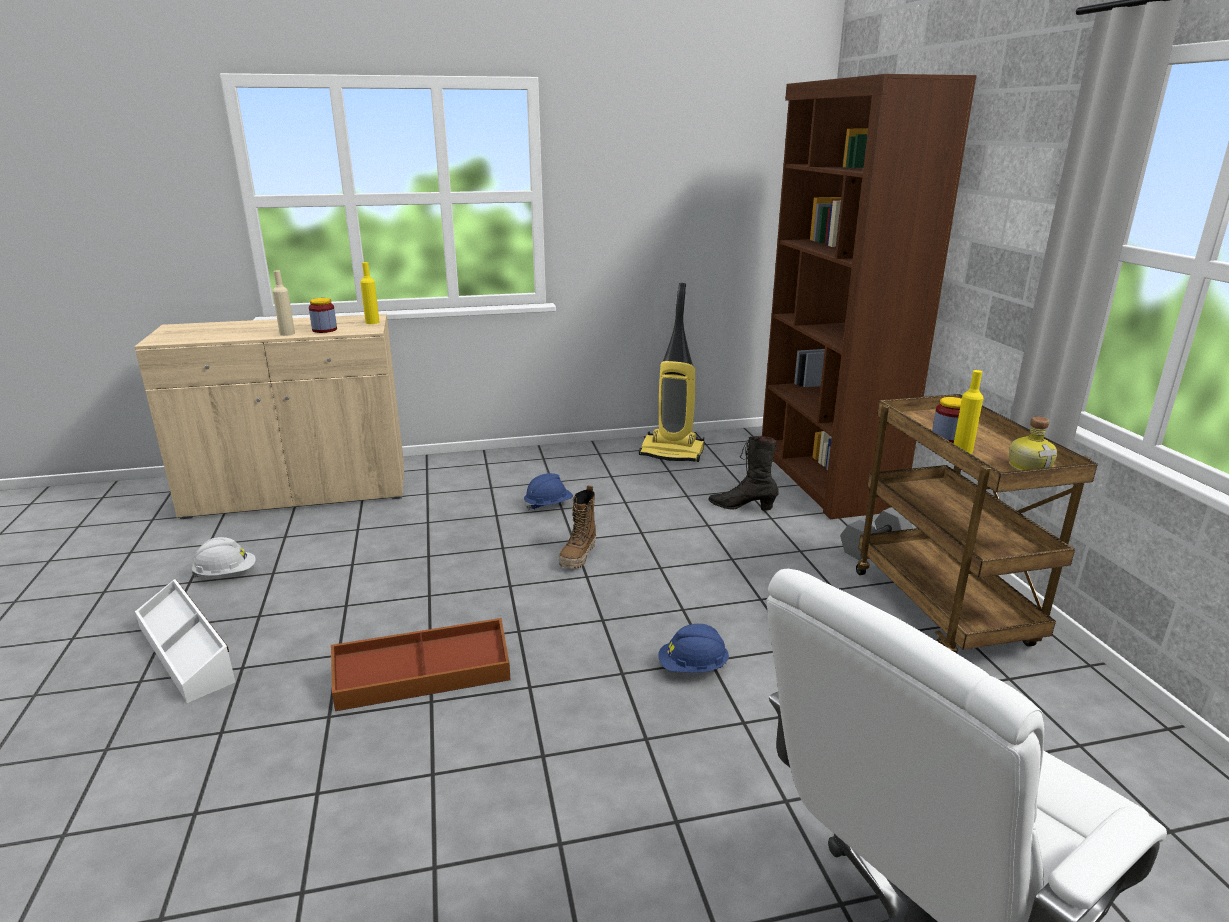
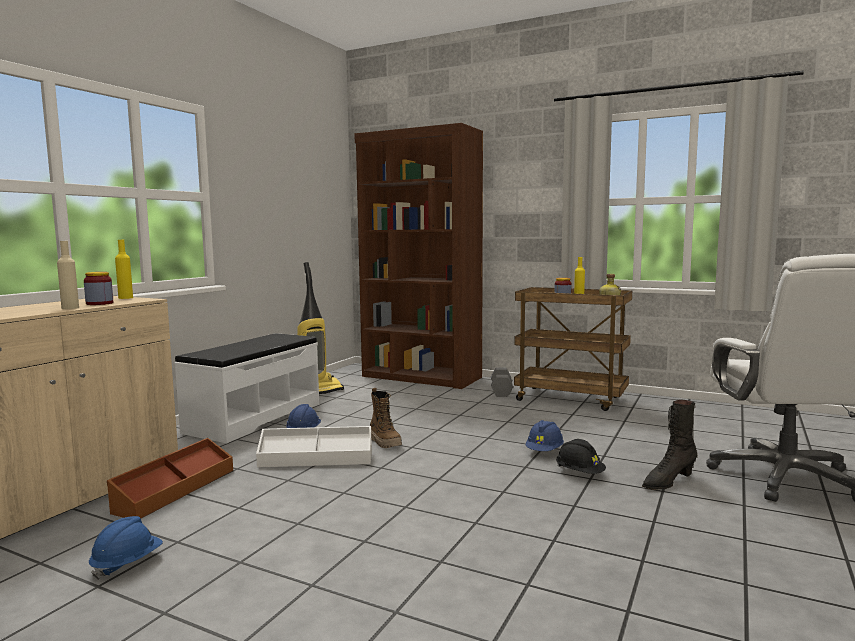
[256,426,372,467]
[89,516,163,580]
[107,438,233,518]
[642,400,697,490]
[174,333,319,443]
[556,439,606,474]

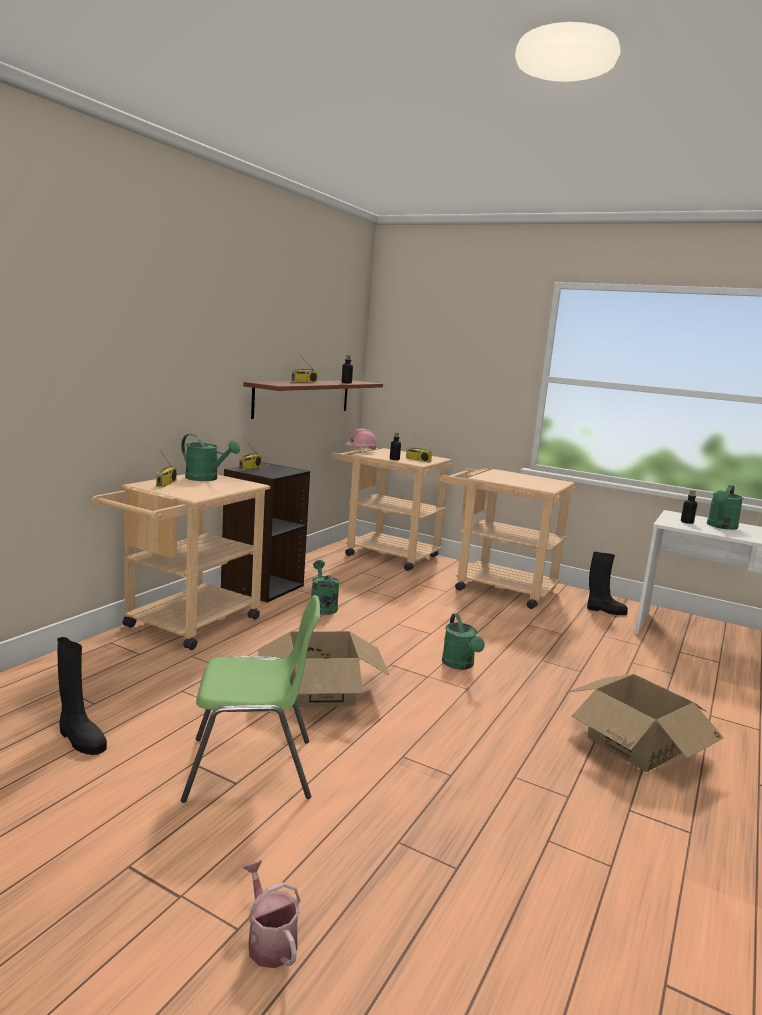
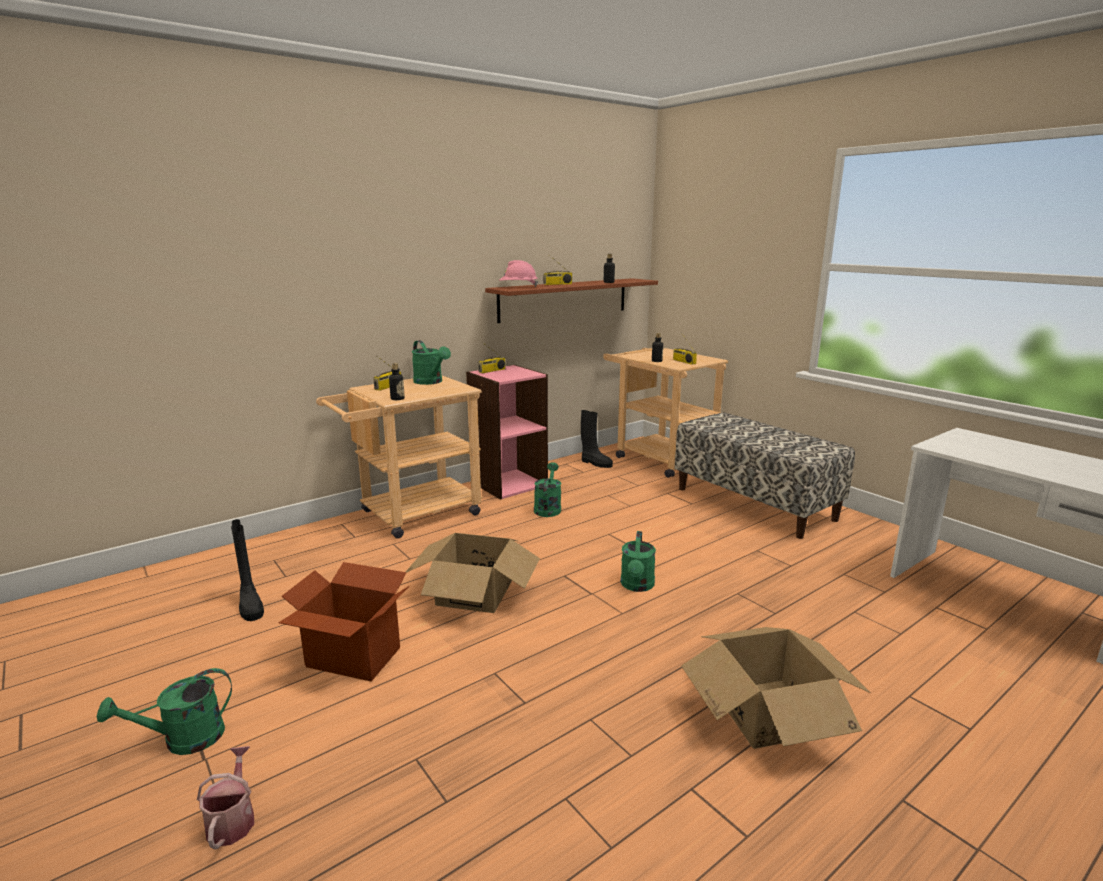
[279,562,409,682]
[466,365,548,500]
[499,260,538,287]
[675,412,855,539]
[581,410,613,468]
[389,363,405,400]
[97,668,232,755]

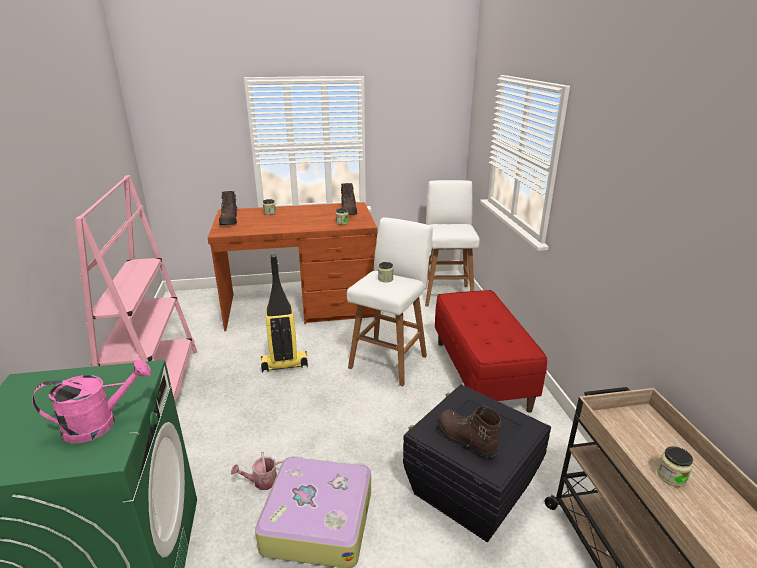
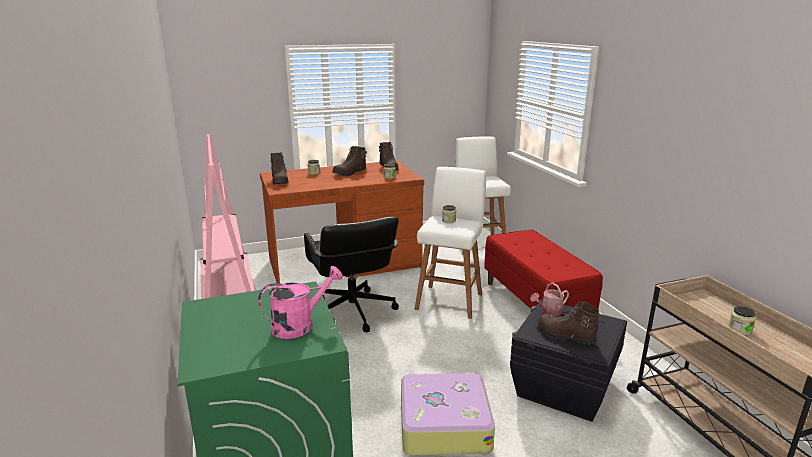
[530,283,569,316]
[304,217,399,332]
[332,146,367,176]

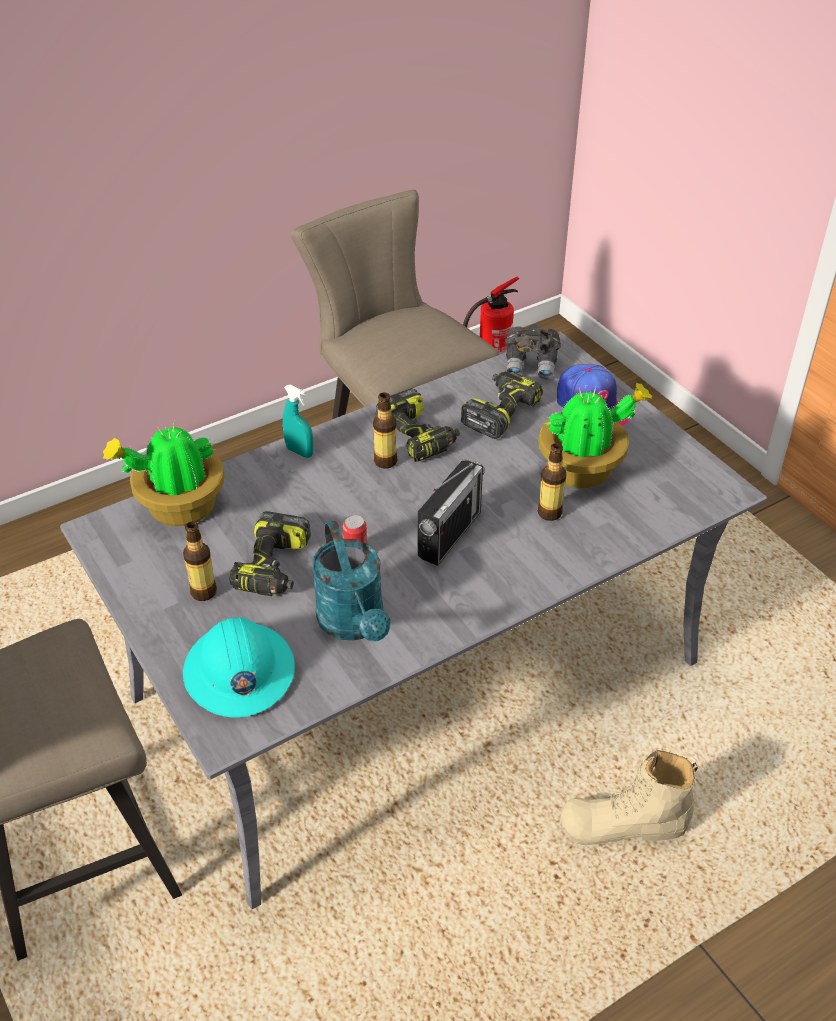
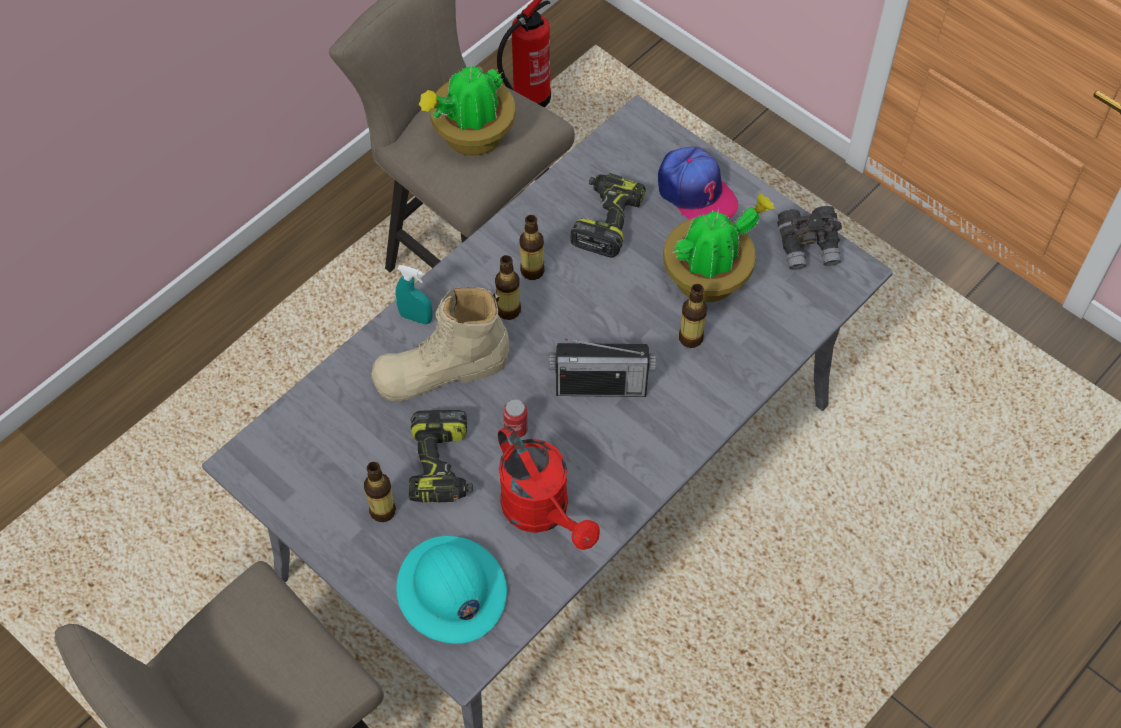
[419,64,516,156]
[498,426,600,550]
[519,215,545,280]
[549,339,656,397]
[777,206,842,270]
[371,287,509,402]

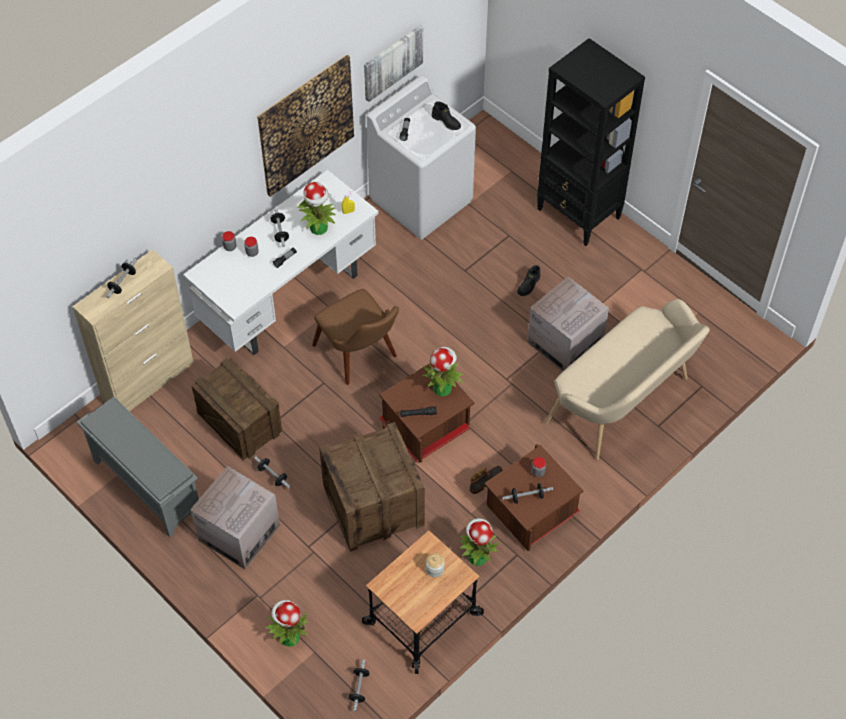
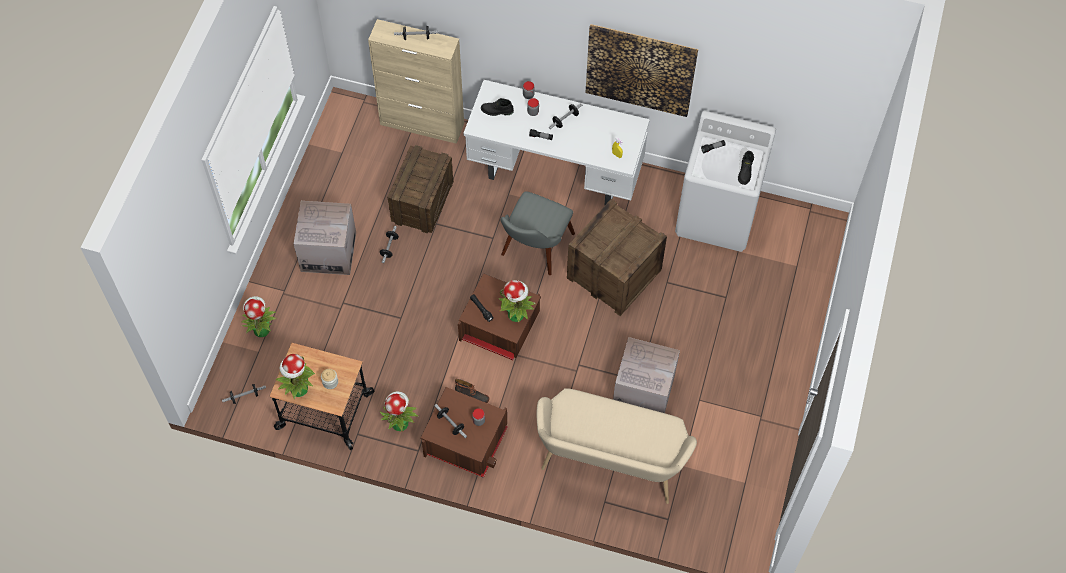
[77,396,199,537] (first image)
[276,354,315,399]
[500,191,575,275]
[567,198,667,316]
[364,26,423,102] (first image)
[481,98,514,116]
[537,38,645,246] (first image)

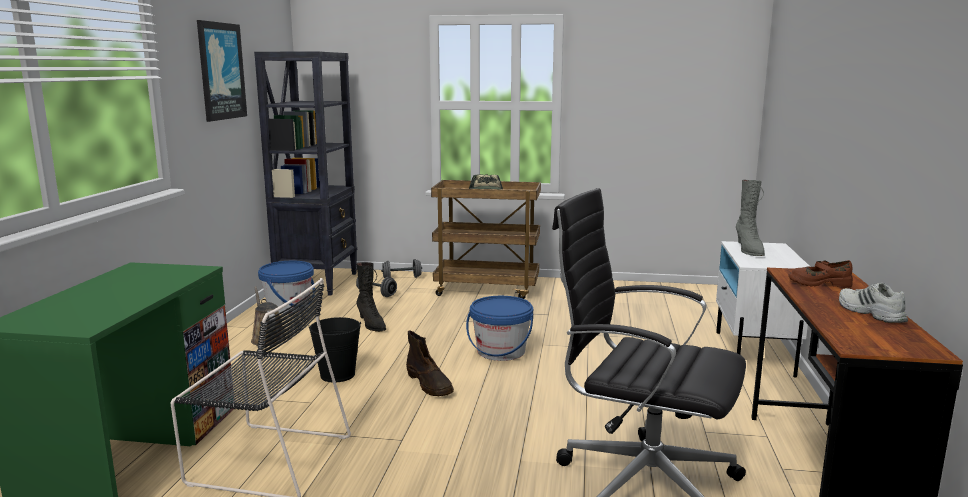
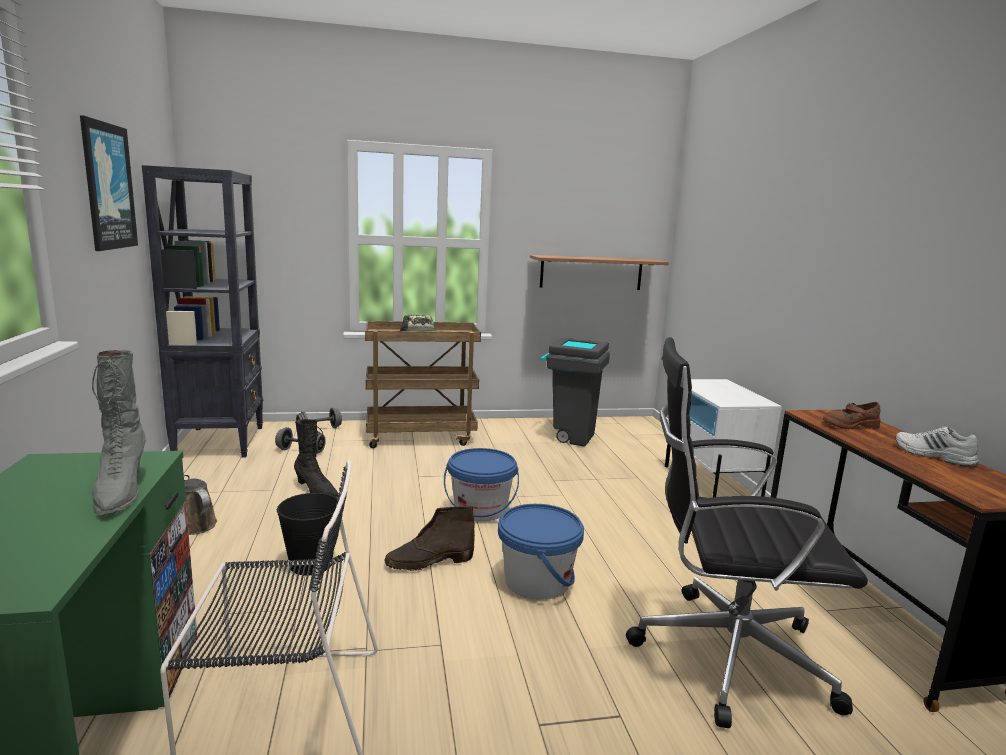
[498,504,584,600]
[384,506,475,571]
[92,350,146,516]
[530,255,669,290]
[540,338,610,446]

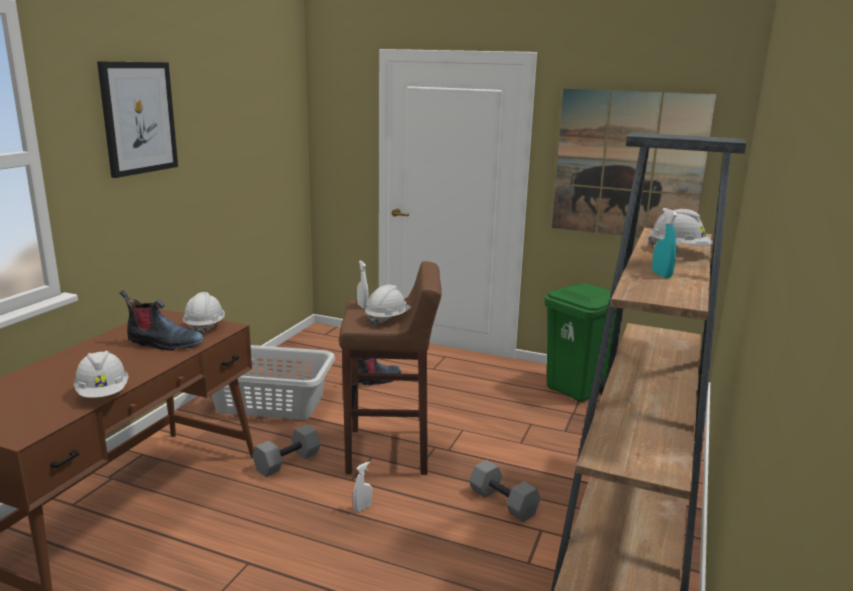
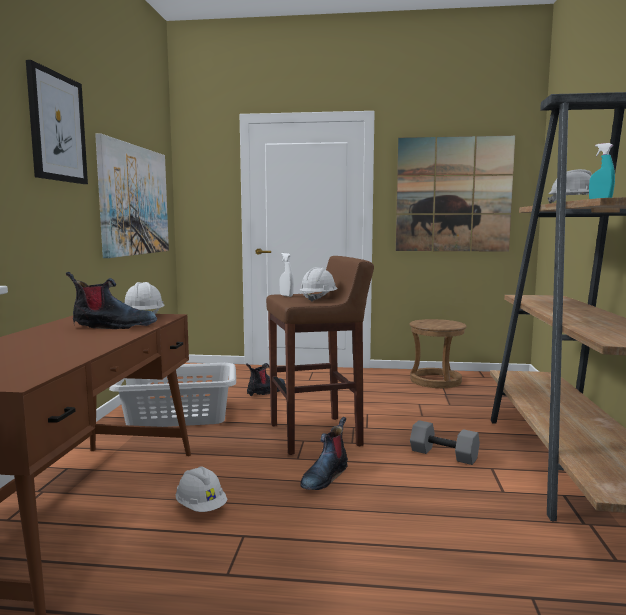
[175,466,227,512]
[252,424,321,477] (first image)
[300,417,348,490]
[410,319,467,388]
[95,133,169,258]

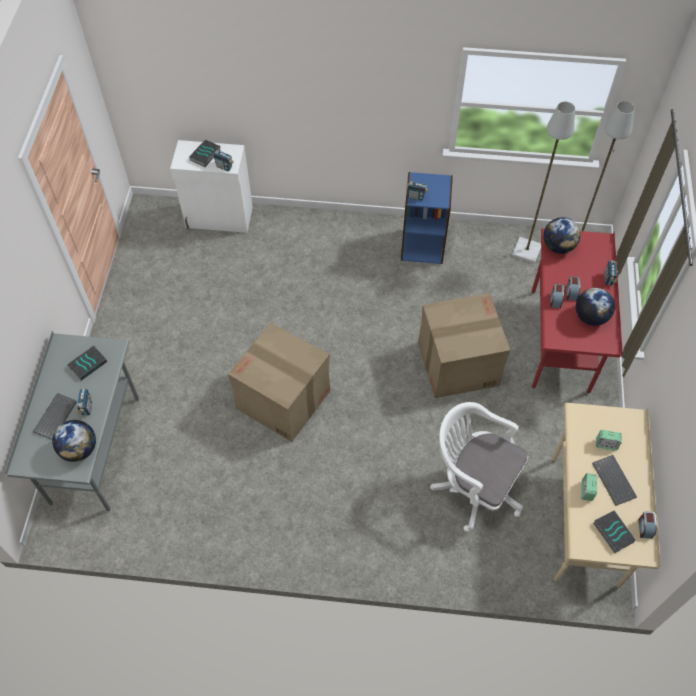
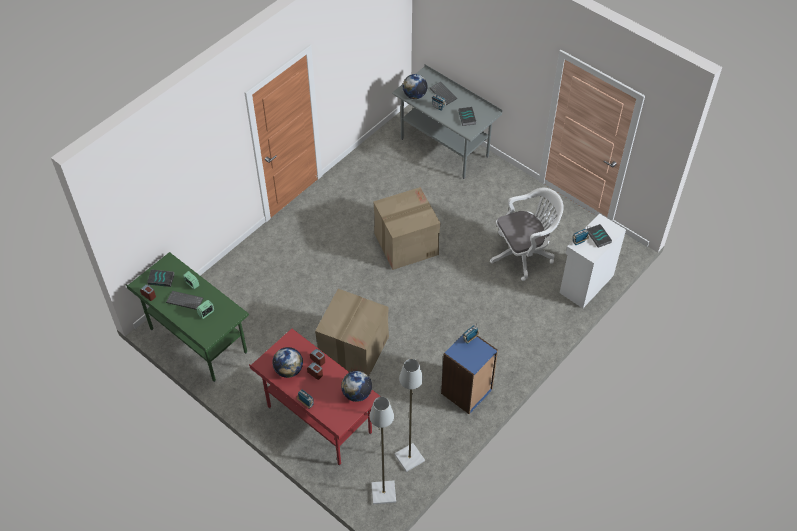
[490,188,564,281]
[126,252,249,382]

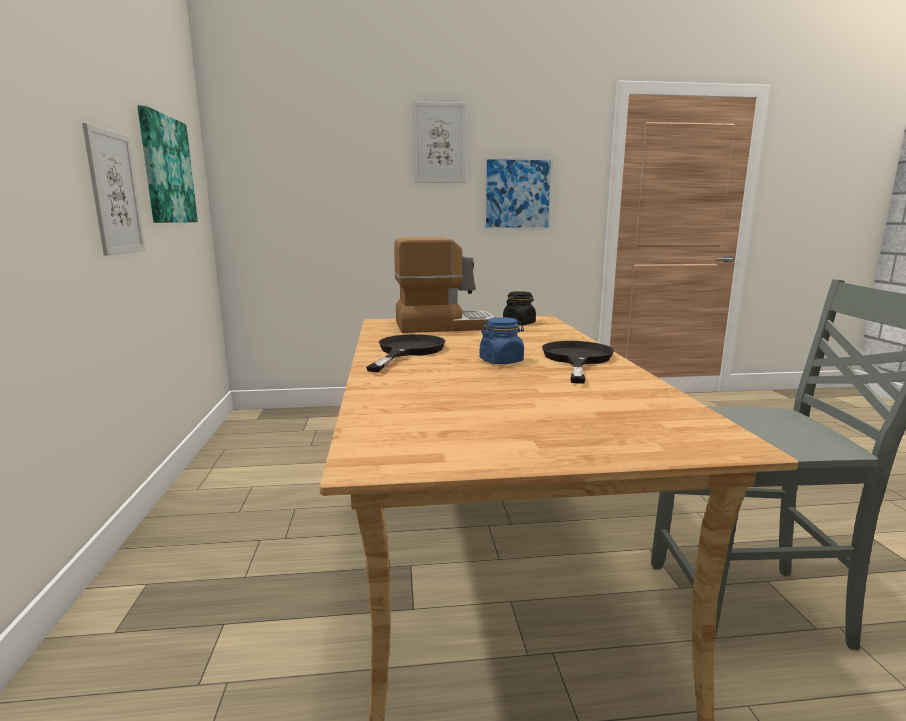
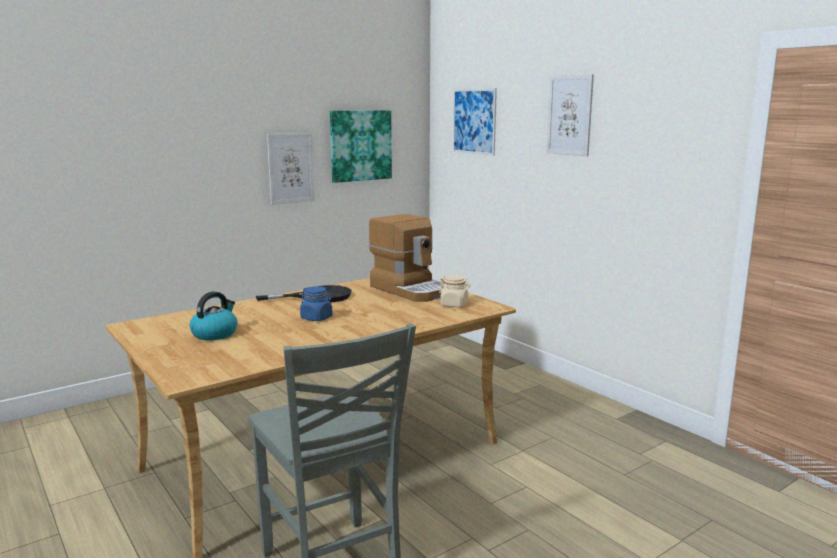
[453,88,497,155]
[439,275,471,307]
[542,341,614,384] (first image)
[189,292,238,340]

